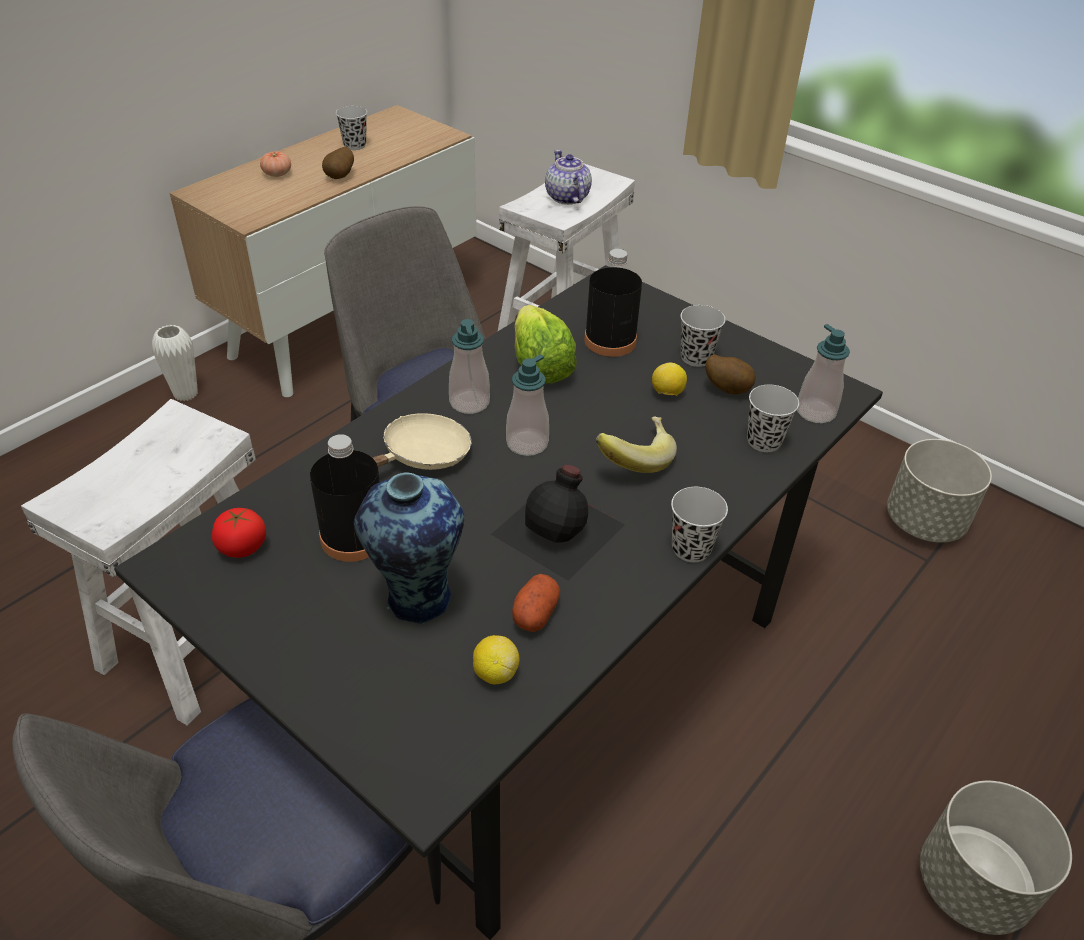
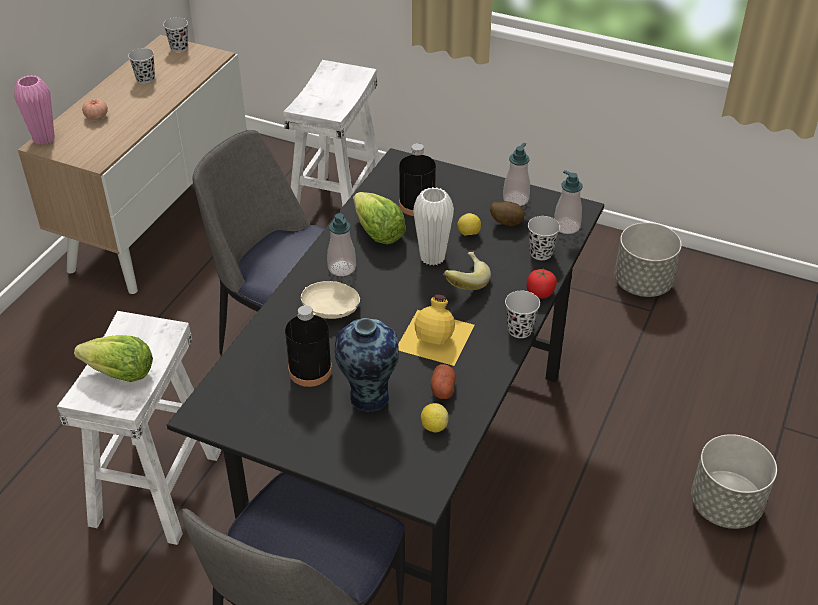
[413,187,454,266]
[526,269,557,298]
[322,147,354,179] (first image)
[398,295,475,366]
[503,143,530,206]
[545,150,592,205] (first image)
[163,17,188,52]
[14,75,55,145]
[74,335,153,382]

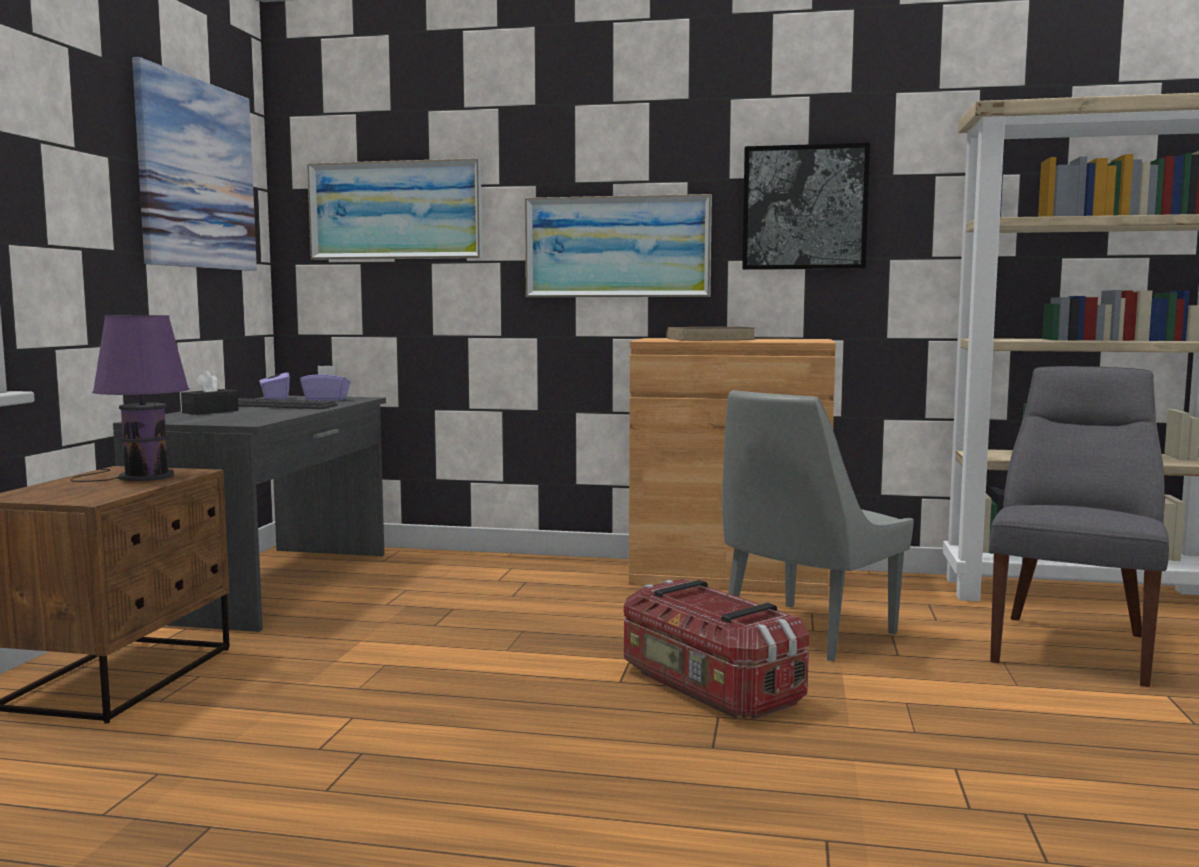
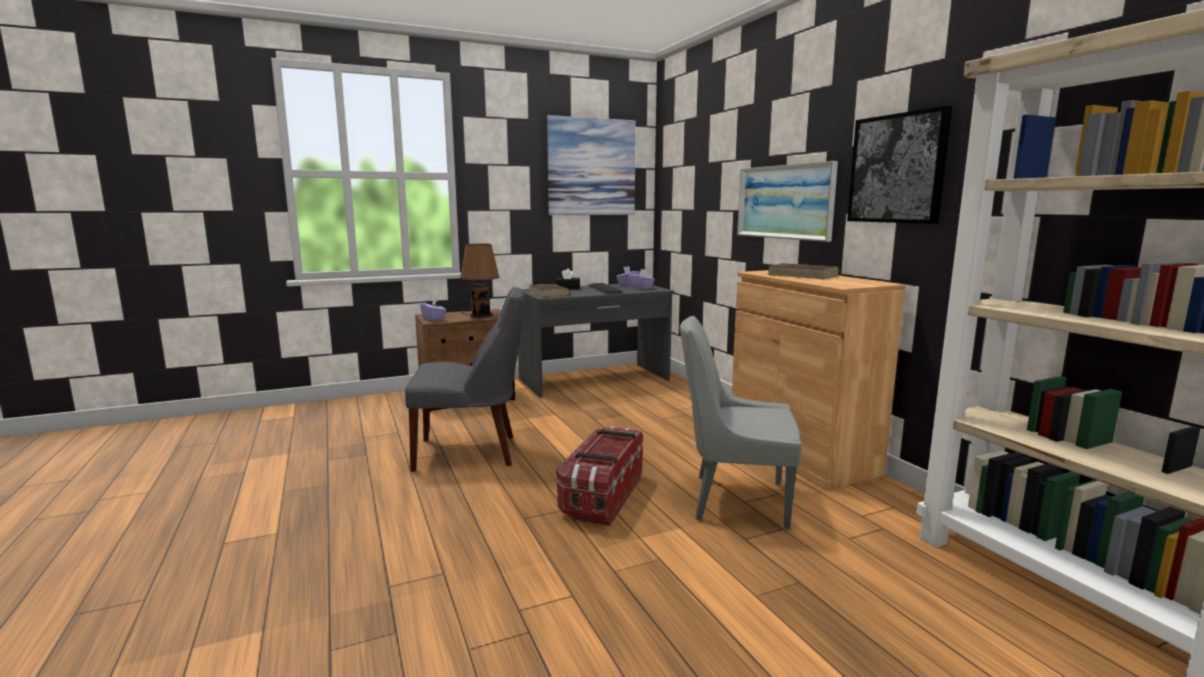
[460,244,500,318]
[307,158,482,260] (first image)
[405,287,524,472]
[420,298,446,322]
[529,284,570,297]

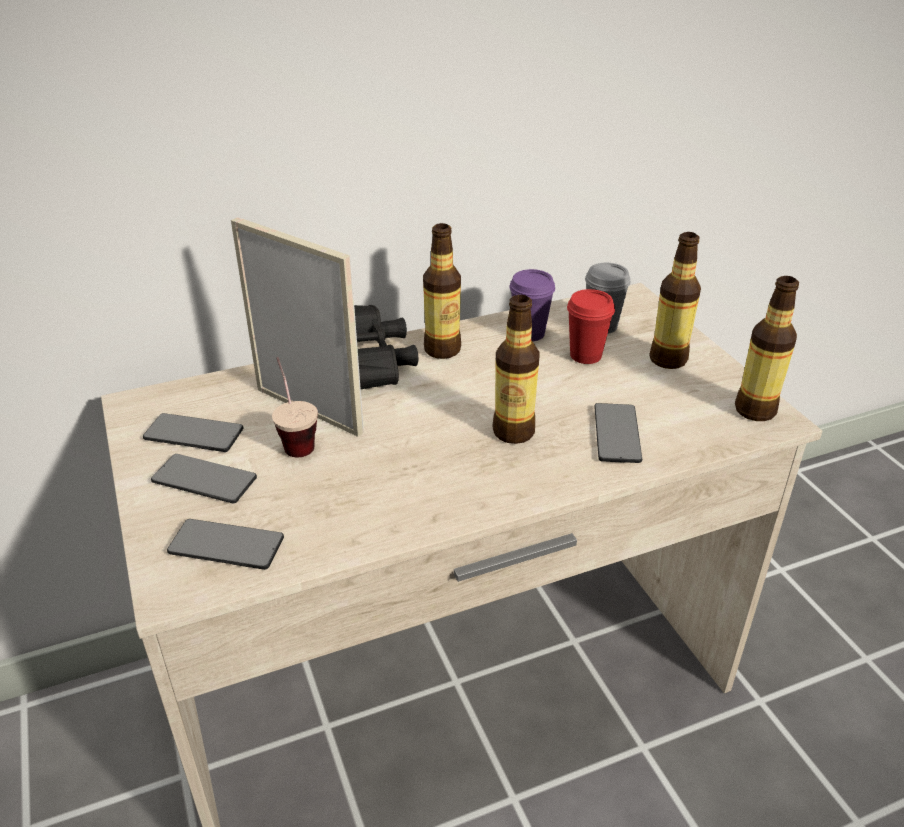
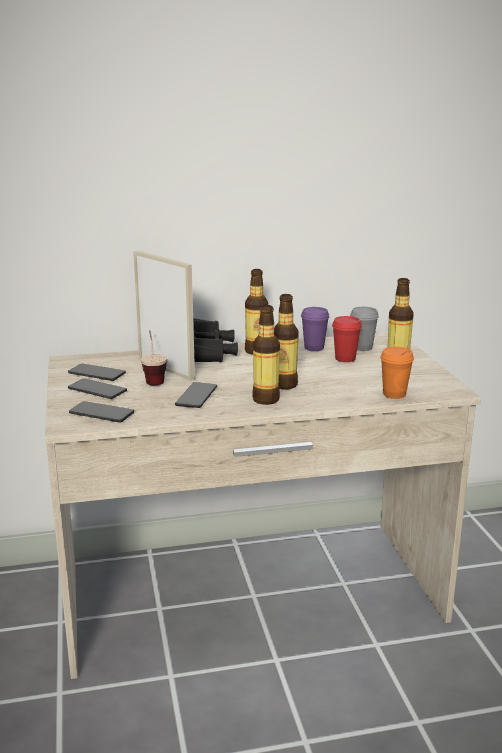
[175,382,217,408]
[252,305,280,405]
[380,347,414,399]

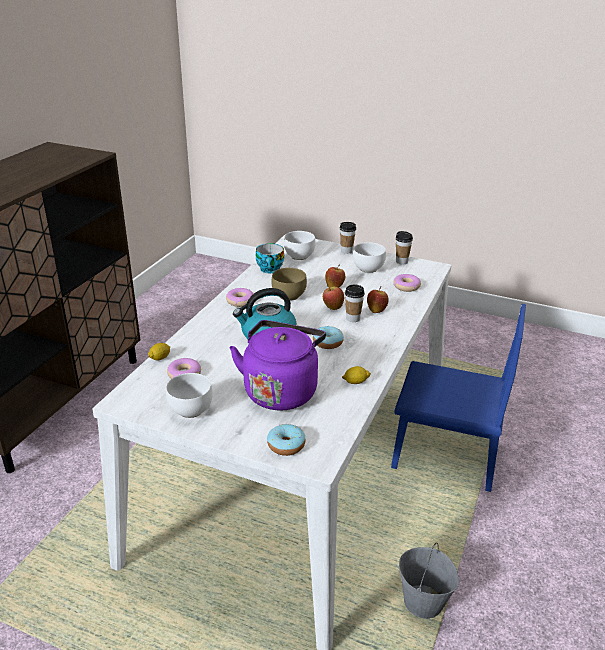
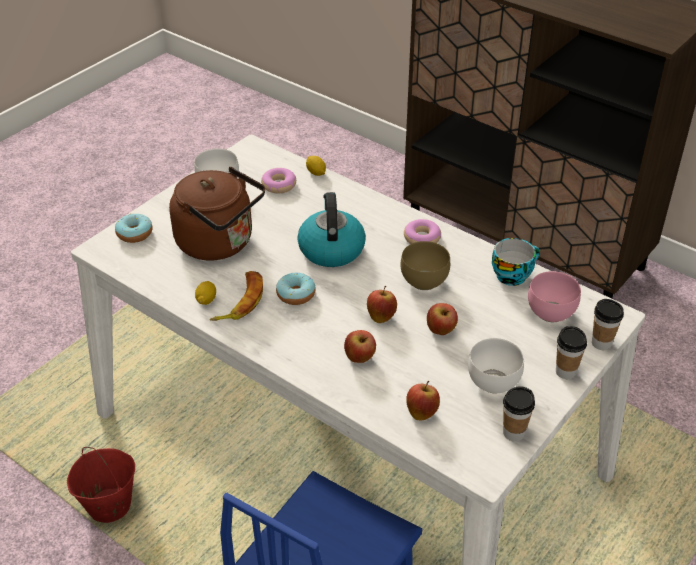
[169,167,265,261]
[528,271,581,322]
[592,299,624,350]
[406,381,440,420]
[67,447,135,523]
[210,271,263,321]

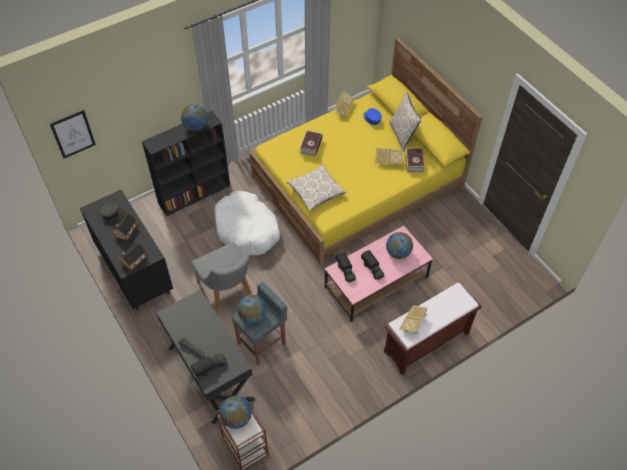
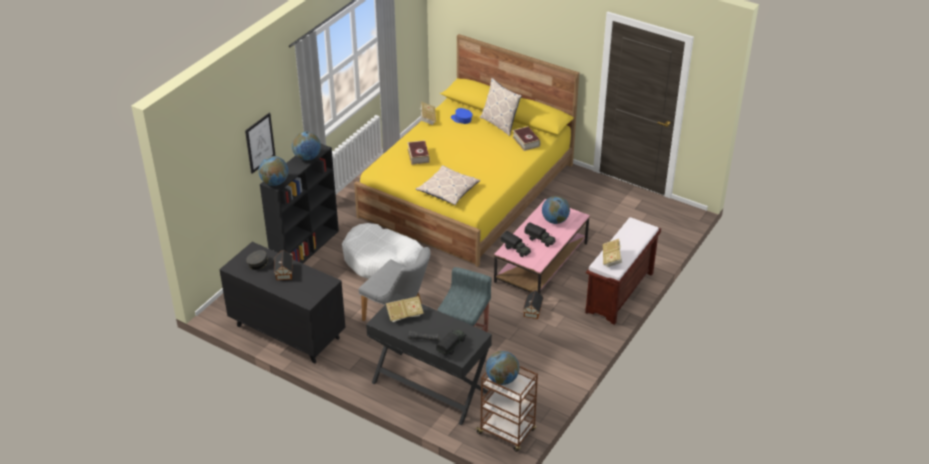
[245,113,275,174]
[523,290,544,319]
[259,156,288,186]
[386,296,424,322]

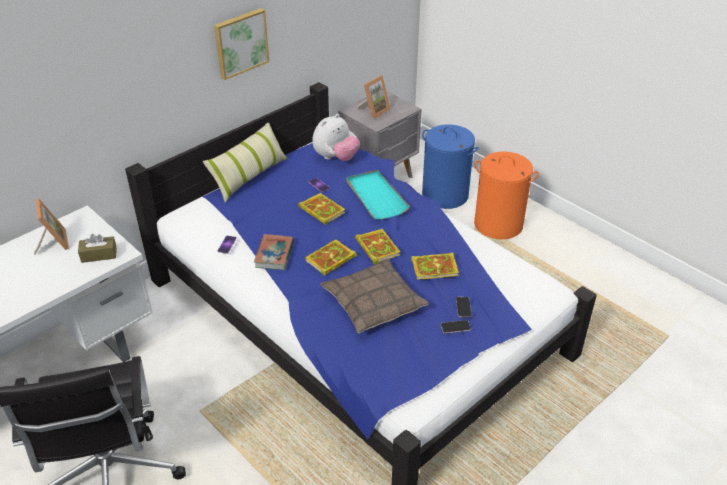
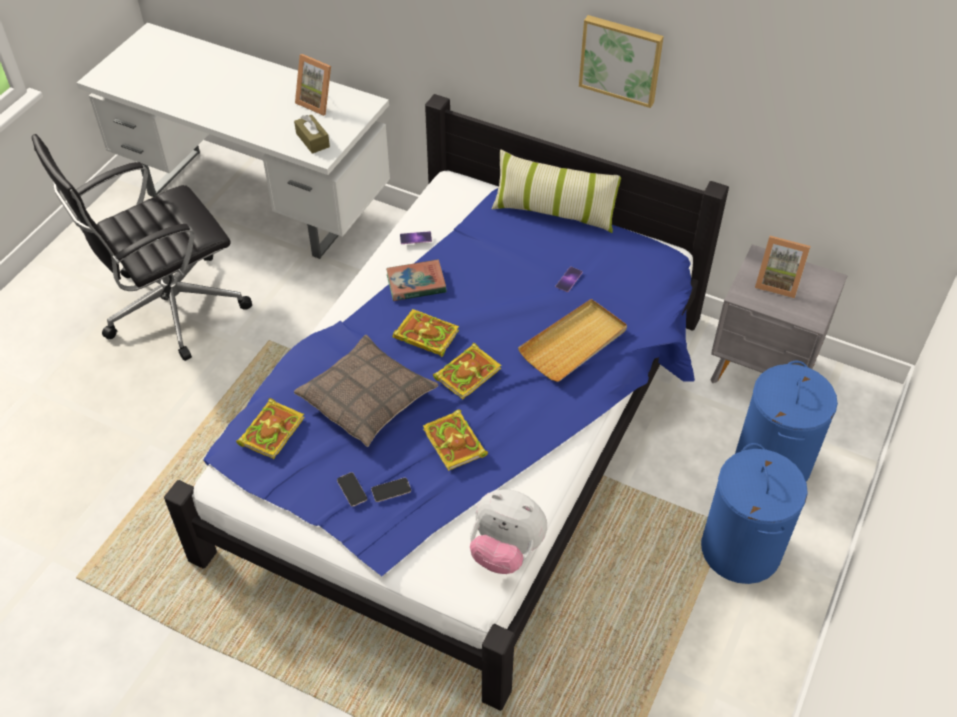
[295,54,331,116]
[236,398,305,459]
[470,489,547,574]
[518,299,627,382]
[701,443,808,584]

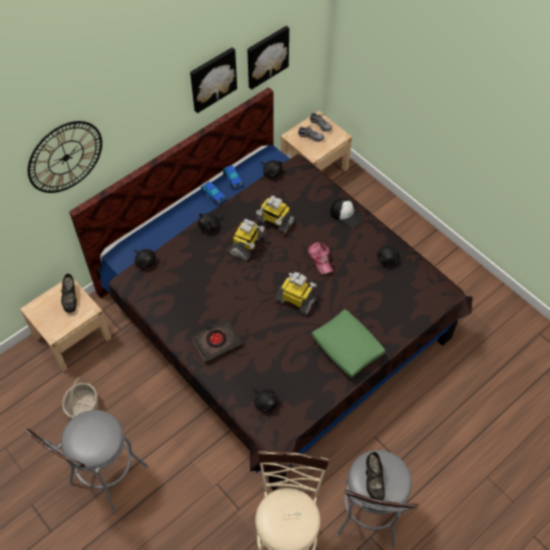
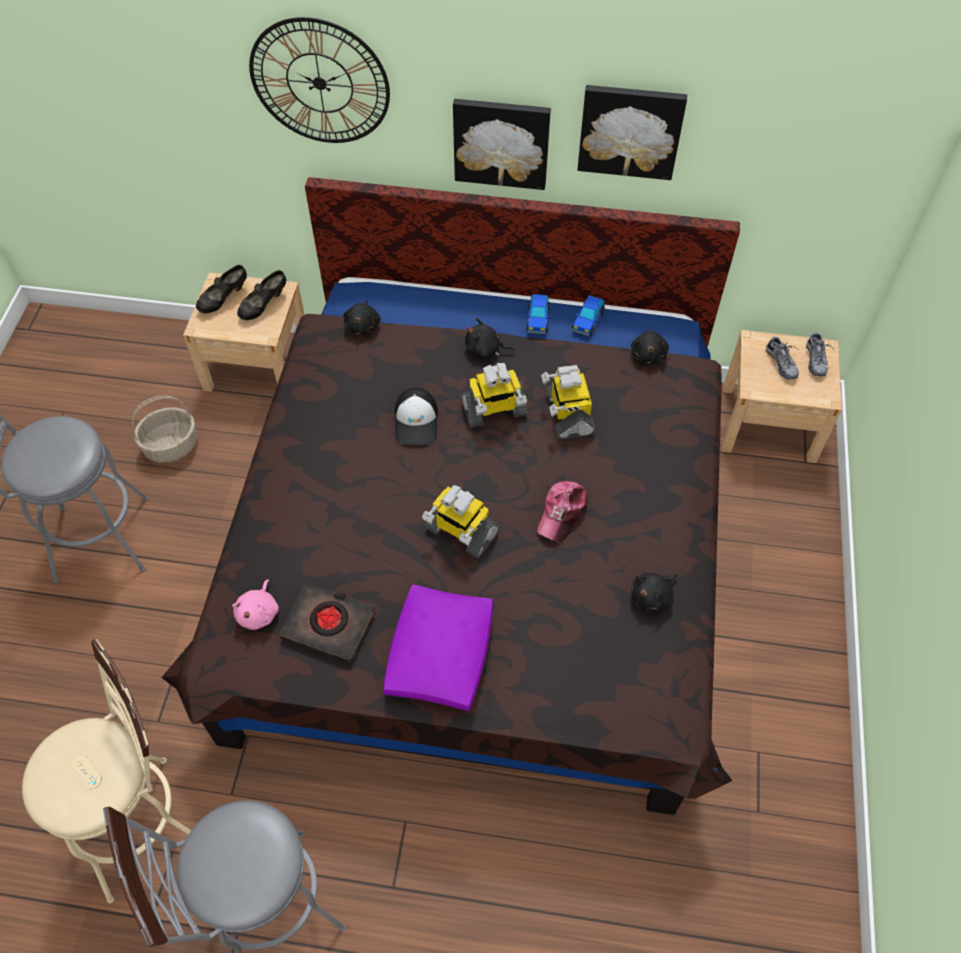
[279,583,376,663]
[453,99,551,190]
[232,580,279,630]
[422,485,500,559]
[383,584,493,711]
[395,388,438,445]
[196,265,247,313]

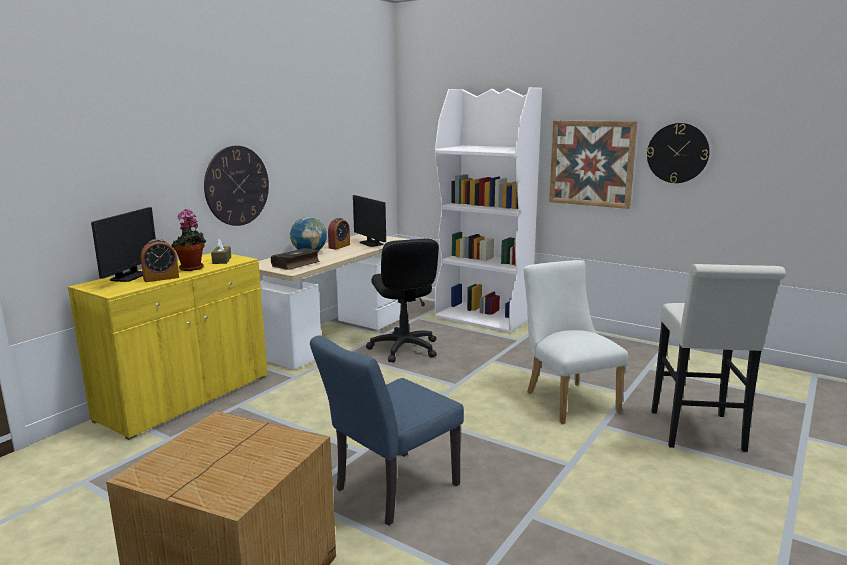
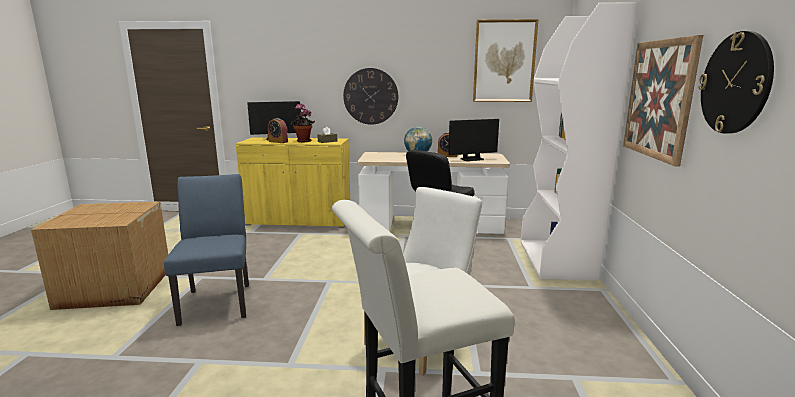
[271,248,320,270] (first image)
[164,174,249,326]
[448,119,499,161]
[473,19,539,102]

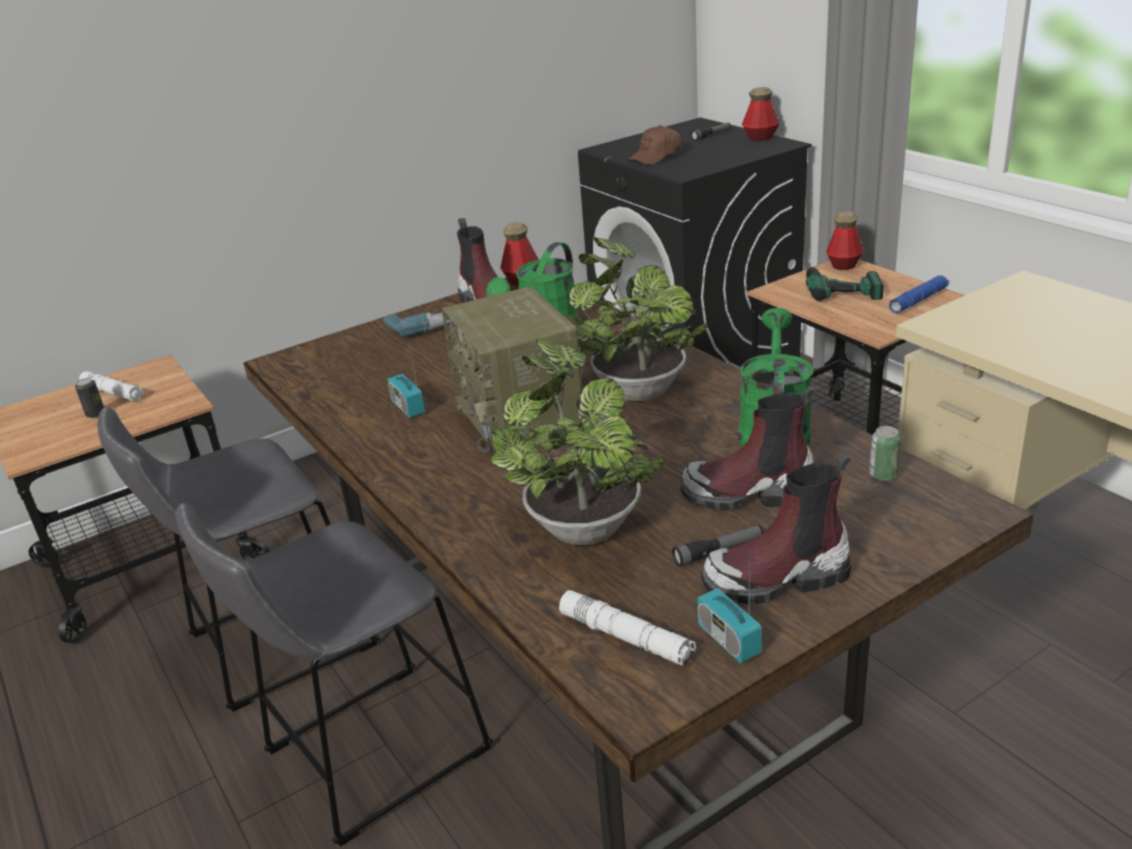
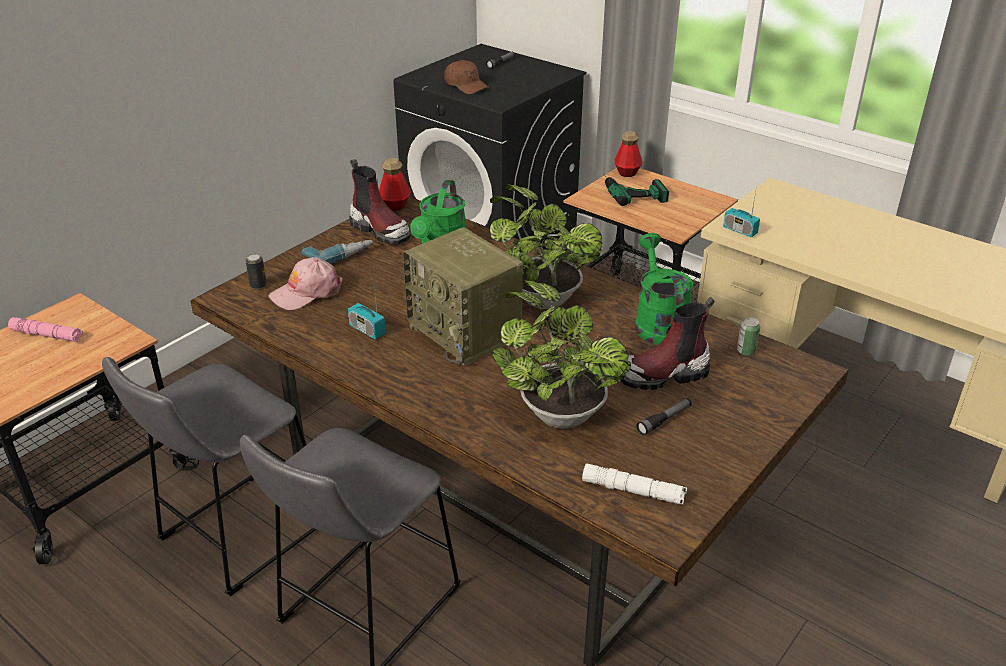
[245,254,267,289]
[8,317,83,342]
[444,60,489,94]
[723,186,760,237]
[701,453,851,604] (first image)
[742,87,780,141] (first image)
[889,275,949,313] (first image)
[269,257,343,310]

